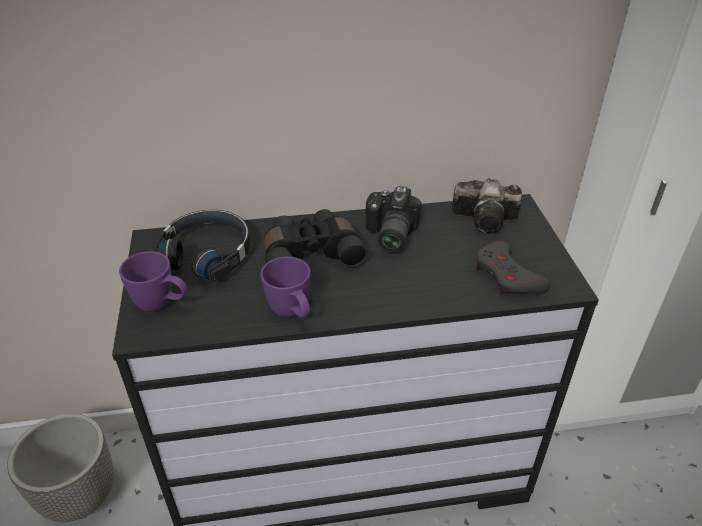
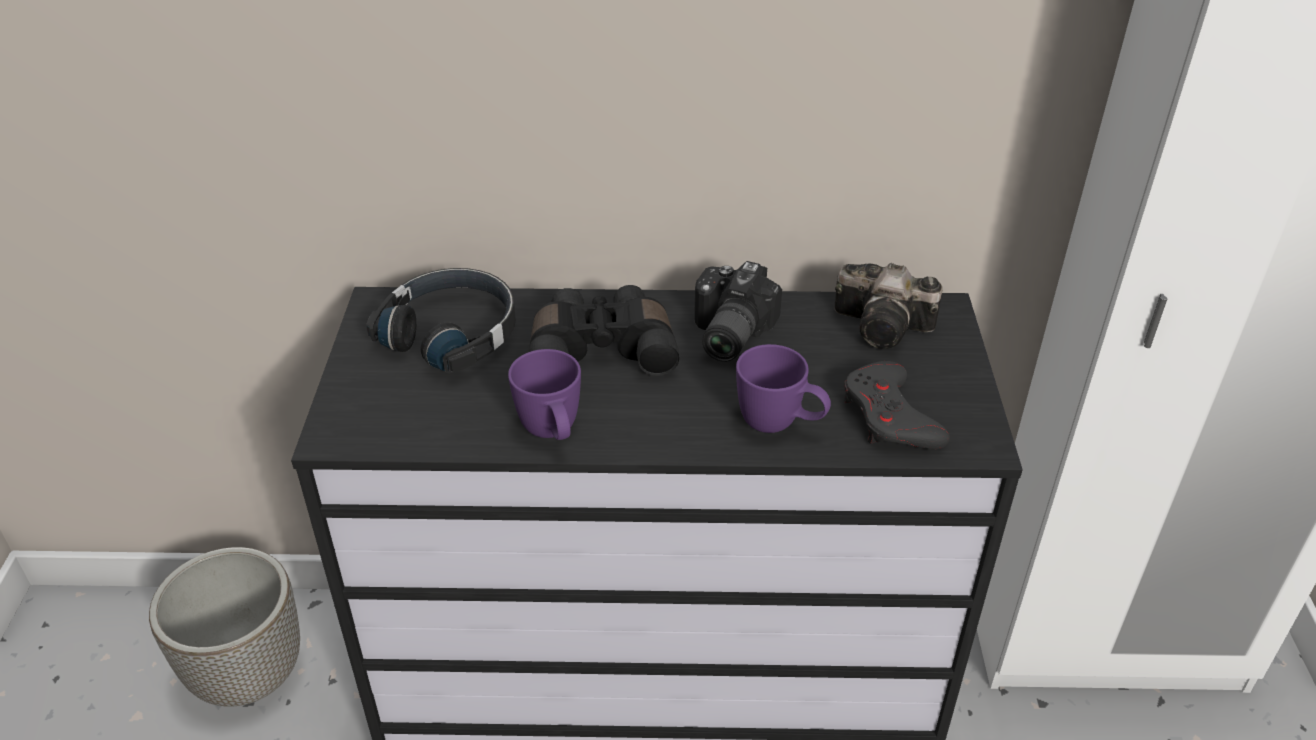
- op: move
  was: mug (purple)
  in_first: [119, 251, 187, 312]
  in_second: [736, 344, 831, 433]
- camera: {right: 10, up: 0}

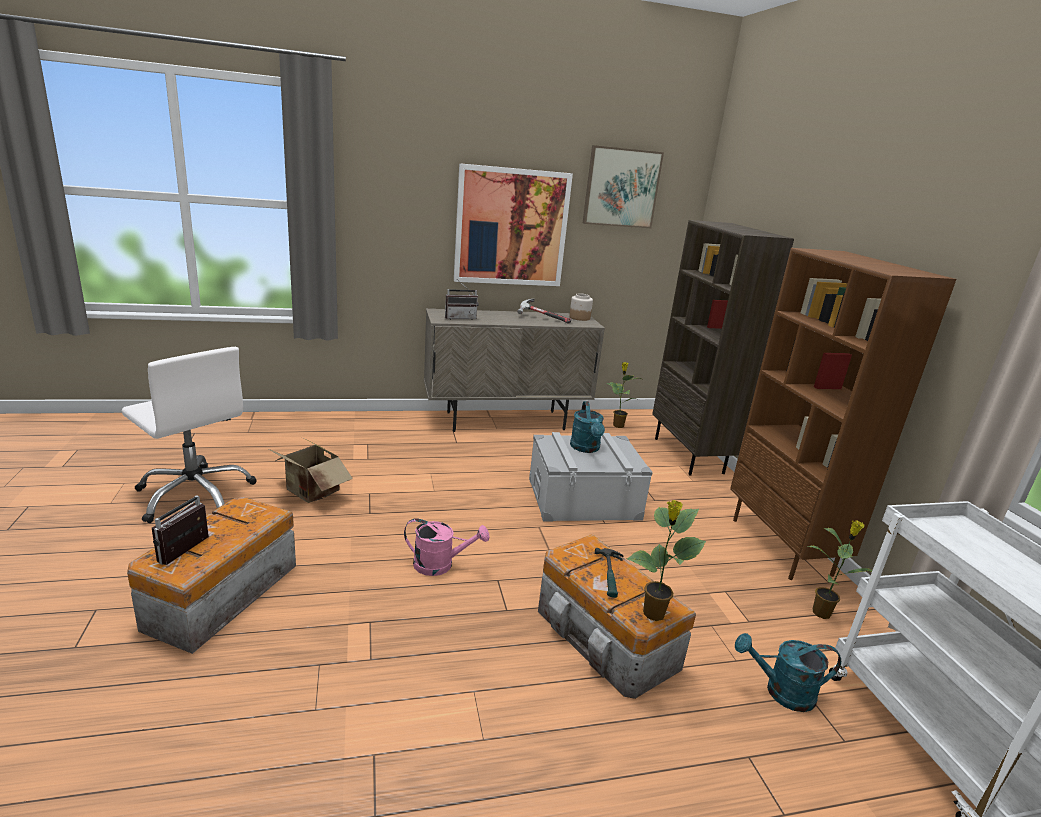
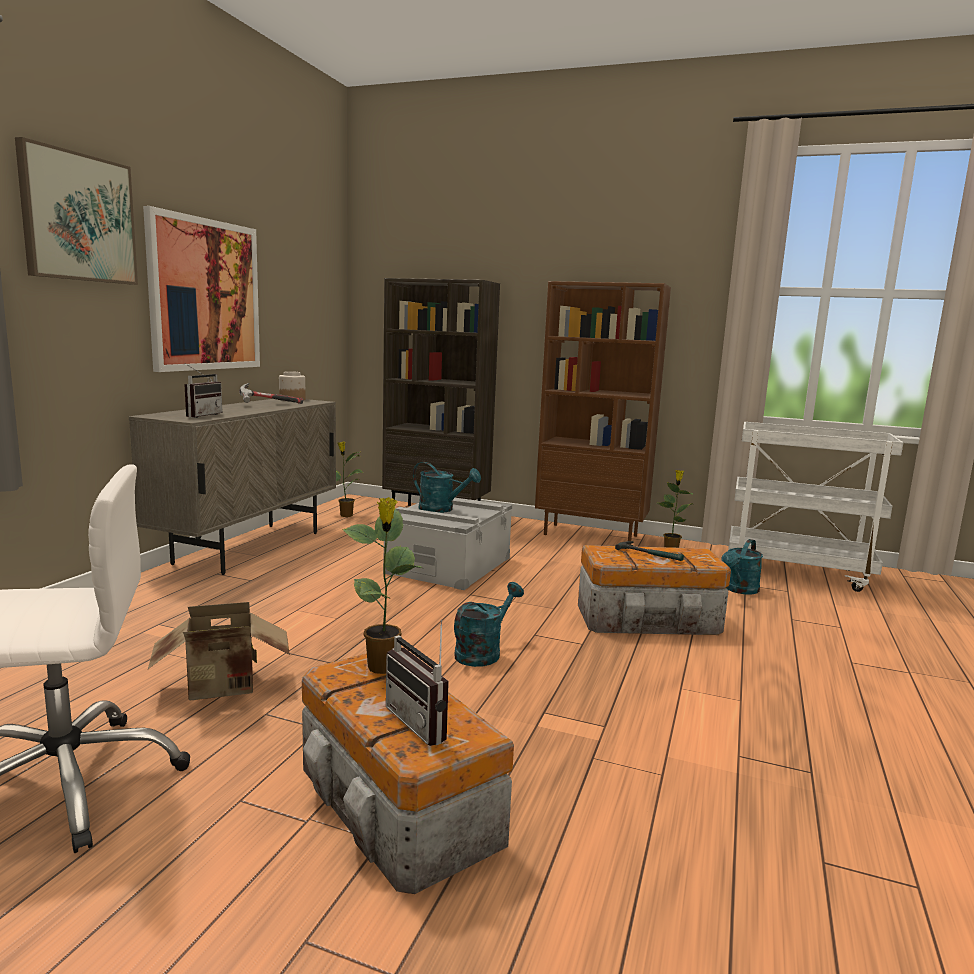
- op: move
  was: picture
  in_first: [583, 145, 664, 228]
  in_second: [15, 137, 138, 285]
- op: move
  was: potted plant
  in_first: [626, 500, 706, 621]
  in_second: [342, 497, 422, 674]
- op: recolor
  was: watering can (pink)
  now: watering can (turquoise)
  in_first: [404, 518, 489, 576]
  in_second: [454, 582, 524, 667]
- camera: {right: -55, up: -10}

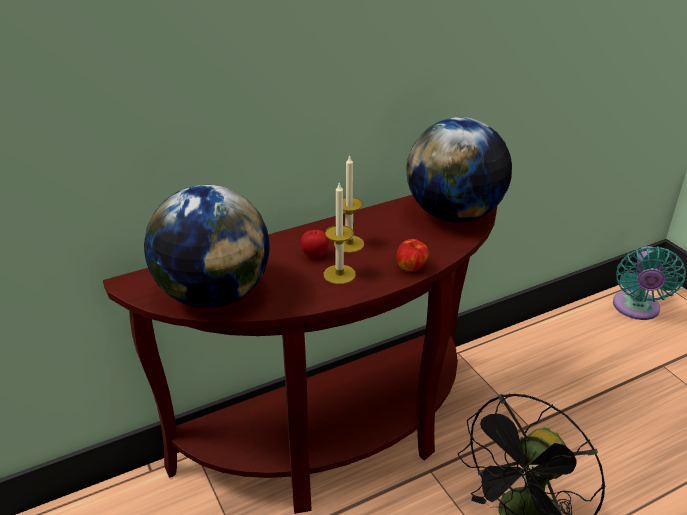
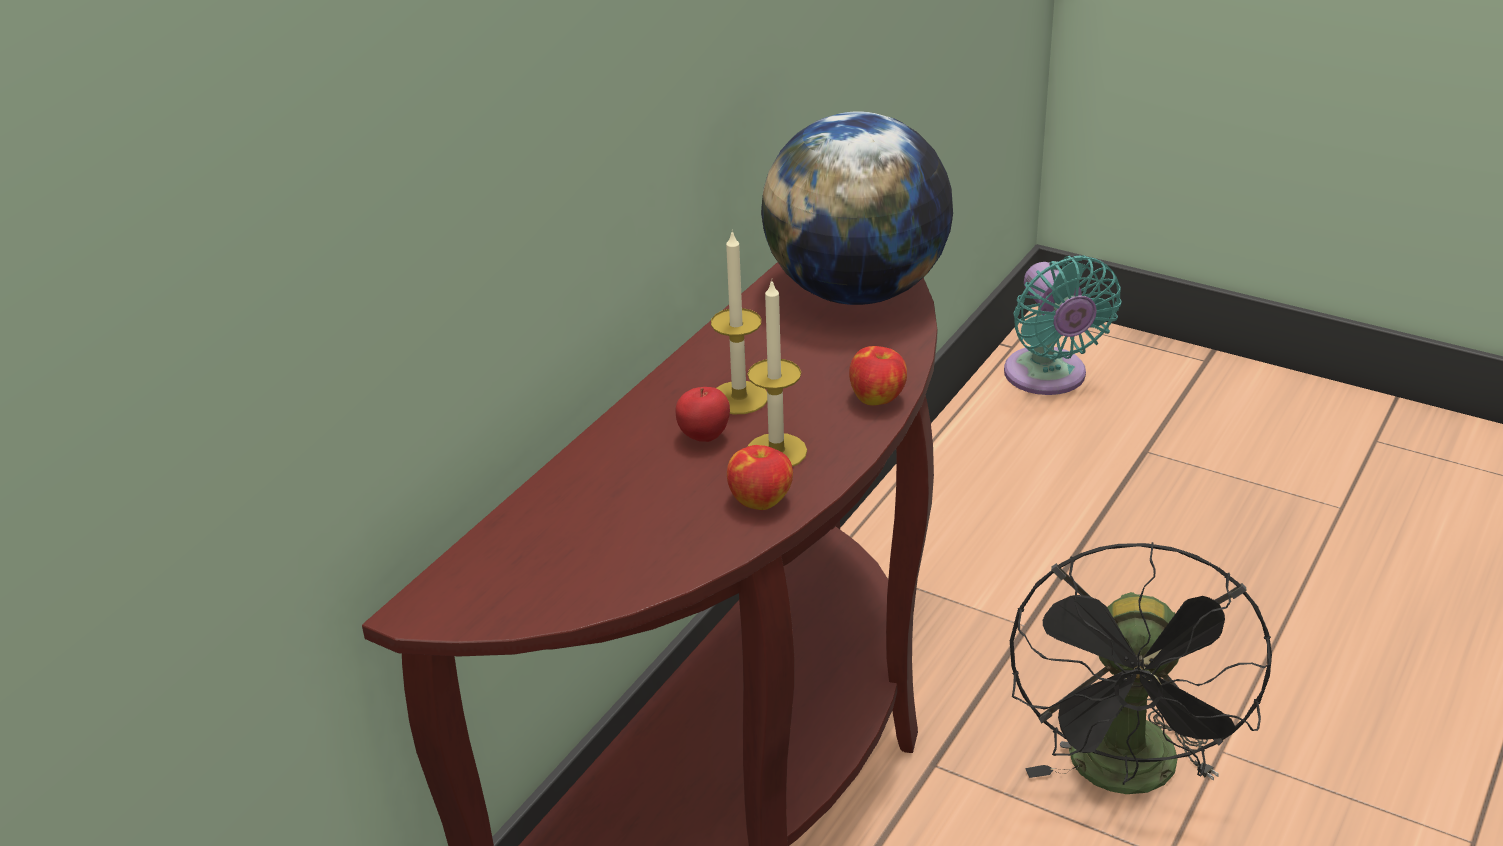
- op: insert
  now: apple
  in_second: [727, 445, 793, 510]
- op: delete
  was: globe
  in_first: [144, 185, 270, 308]
- camera: {right: -30, up: 0}

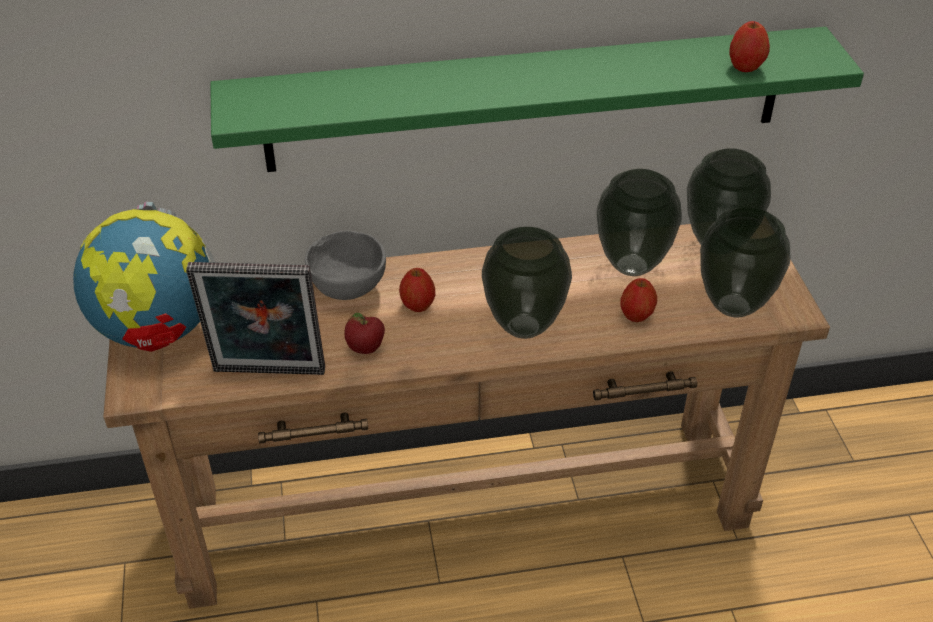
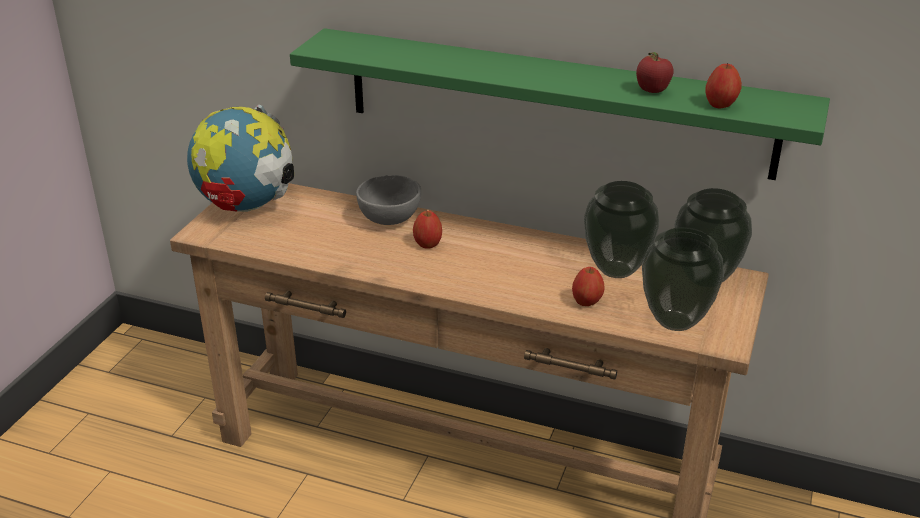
- op: move
  was: apple
  in_first: [345, 313, 385, 354]
  in_second: [636, 52, 674, 93]
- op: delete
  was: picture frame
  in_first: [186, 262, 325, 375]
- op: delete
  was: vase
  in_first: [482, 227, 572, 339]
- camera: {right: 30, up: -10}

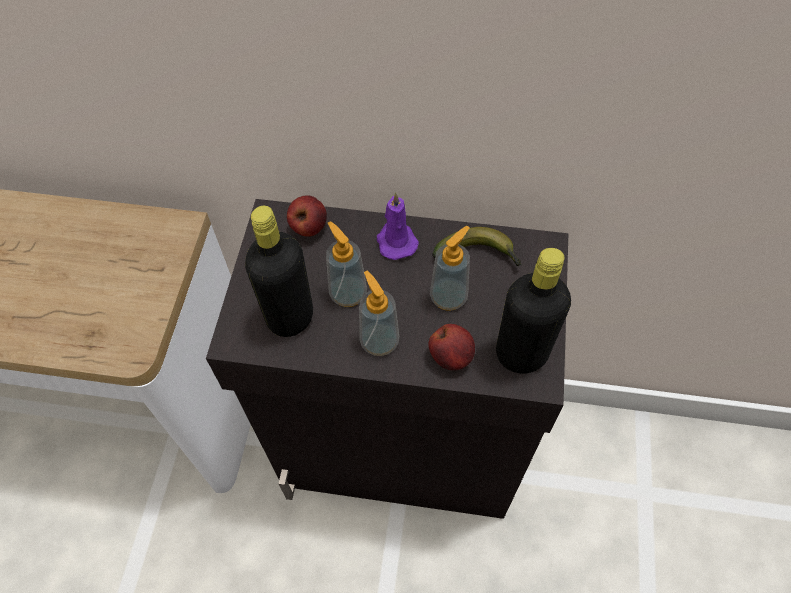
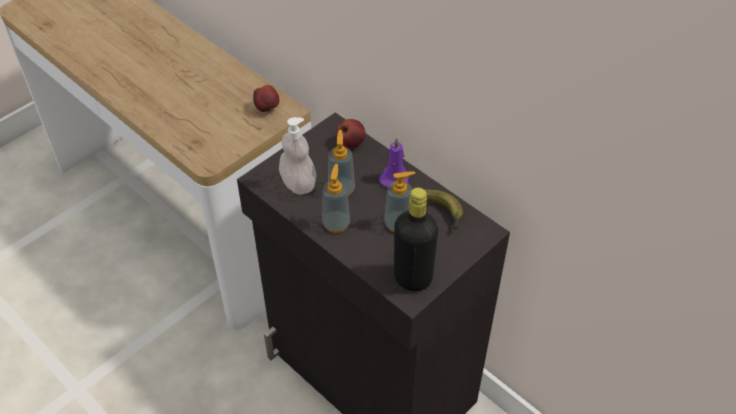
- op: move
  was: apple
  in_first: [429, 324, 475, 371]
  in_second: [253, 85, 279, 112]
- op: replace
  was: bottle (black)
  now: soap dispenser
  in_first: [245, 206, 313, 337]
  in_second: [279, 117, 316, 195]
- camera: {right: 35, up: -10}

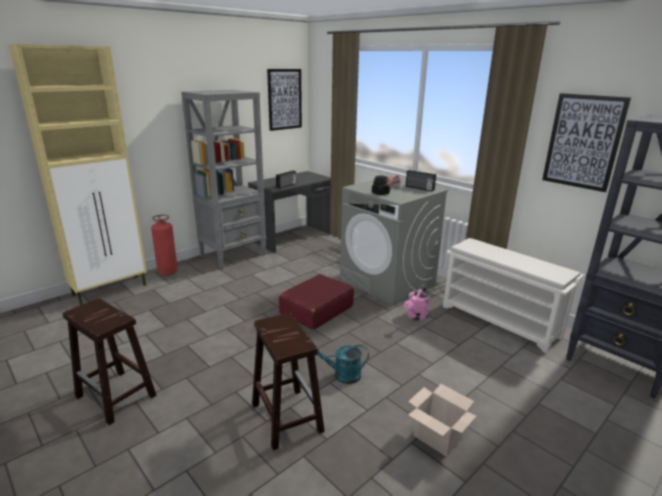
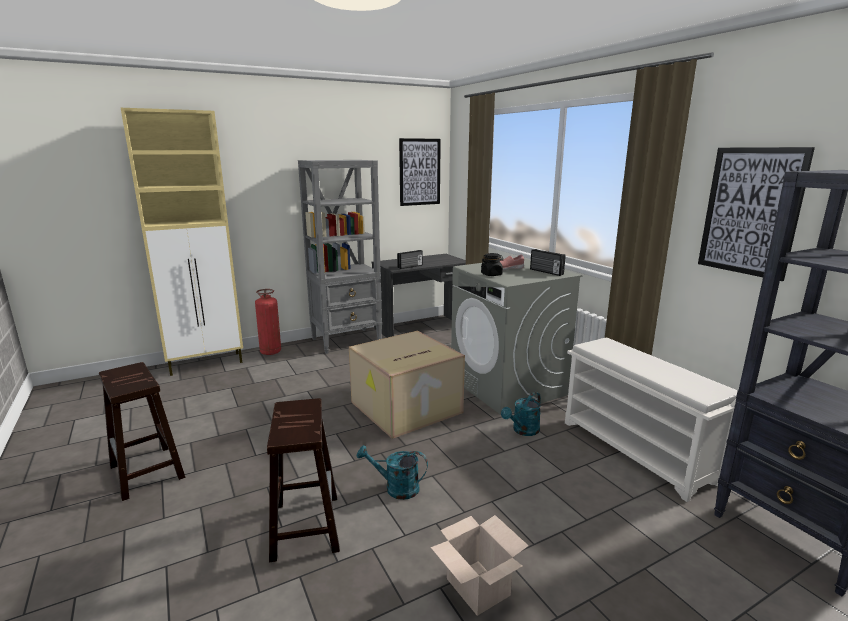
- op: replace
  was: suitcase (red)
  now: cardboard box
  in_first: [279, 274, 354, 330]
  in_second: [349, 331, 465, 439]
- op: recolor
  was: watering can (pink)
  now: watering can (turquoise)
  in_first: [404, 285, 429, 321]
  in_second: [501, 392, 541, 436]
- camera: {right: 15, up: -5}

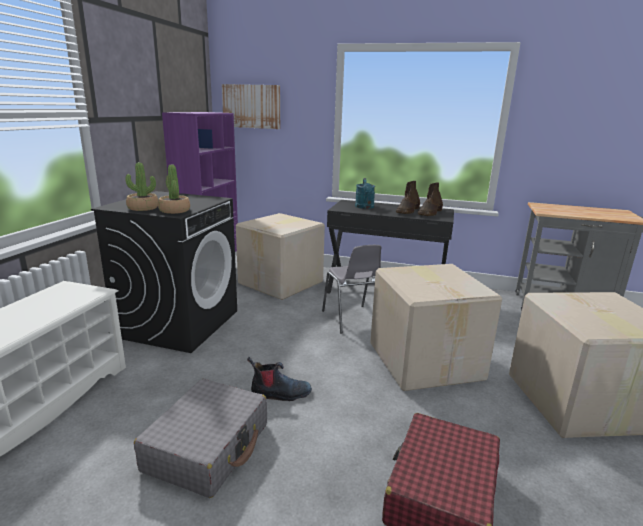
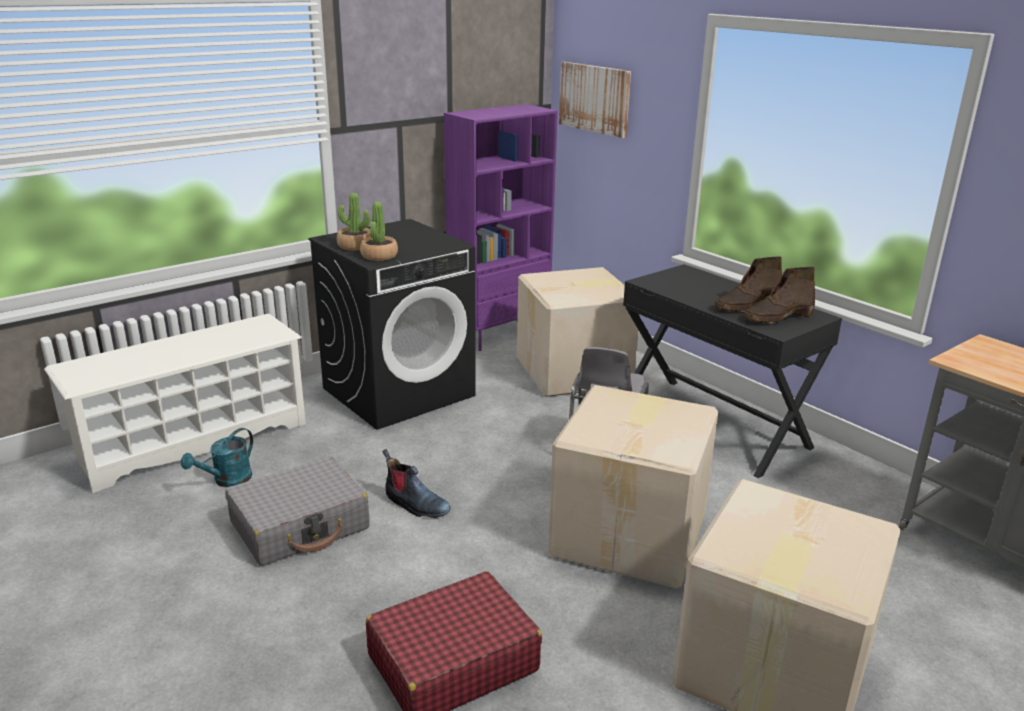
- op: move
  was: watering can (turquoise)
  in_first: [355, 178, 375, 209]
  in_second: [181, 428, 253, 487]
- camera: {right: 35, up: 5}

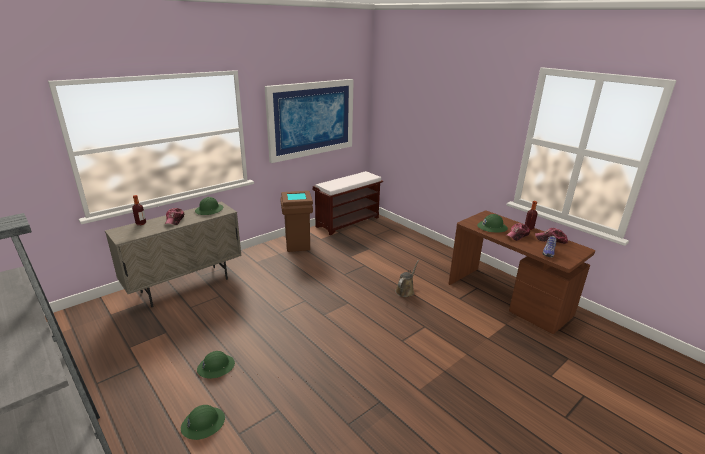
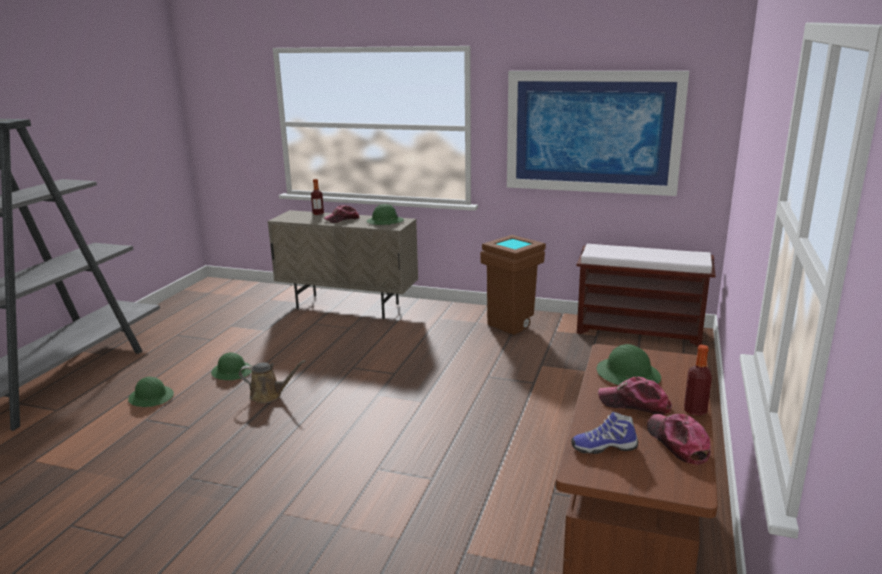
- op: move
  was: watering can (brown)
  in_first: [395, 260, 419, 297]
  in_second: [239, 360, 306, 403]
- camera: {right: 60, up: -5}

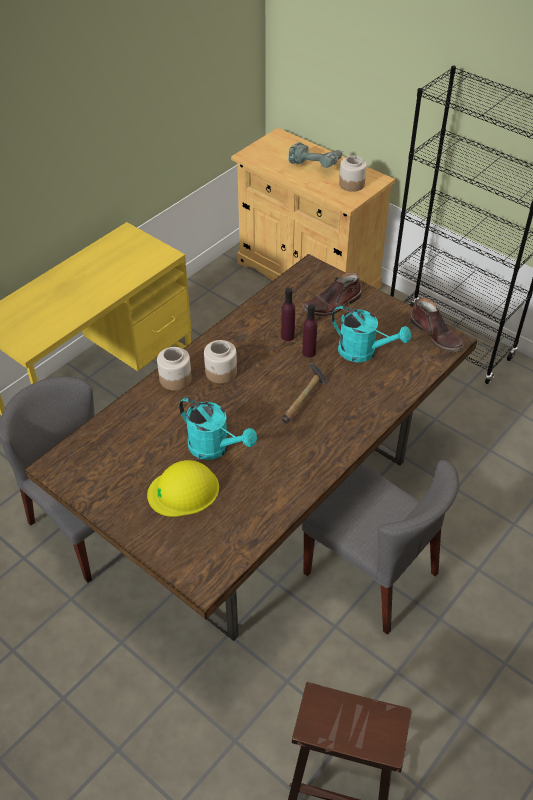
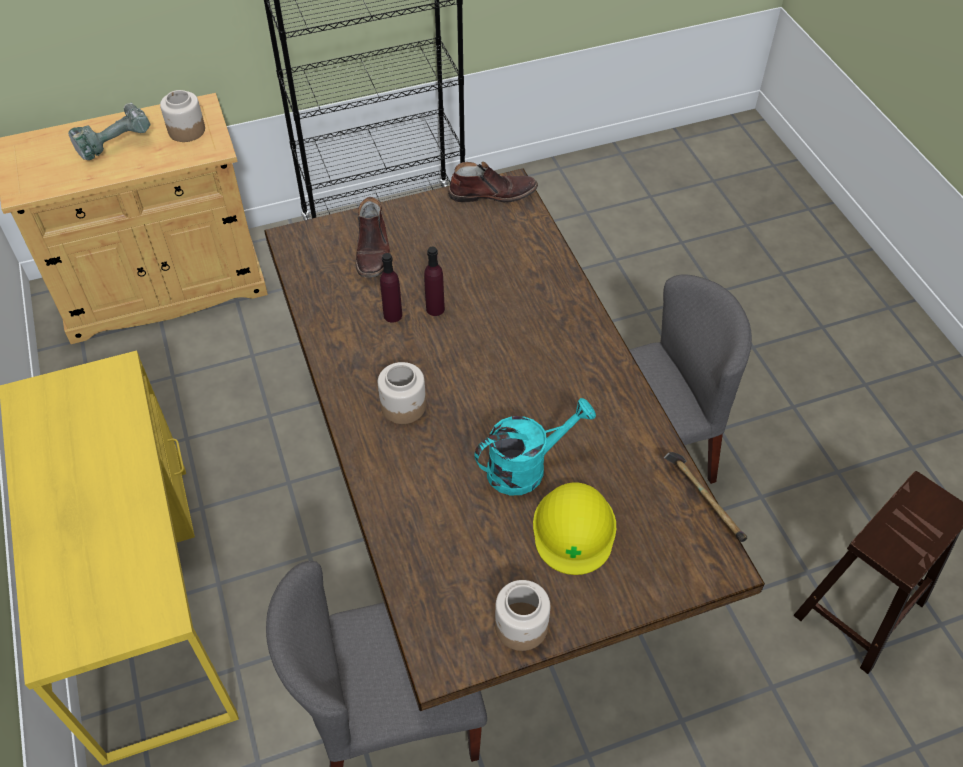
- op: move
  was: jar
  in_first: [157, 347, 192, 391]
  in_second: [495, 580, 550, 651]
- op: move
  was: hammer
  in_first: [282, 363, 327, 424]
  in_second: [664, 452, 747, 542]
- op: delete
  was: watering can (turquoise)
  in_first: [332, 305, 411, 362]
- camera: {right: -60, up: 5}

